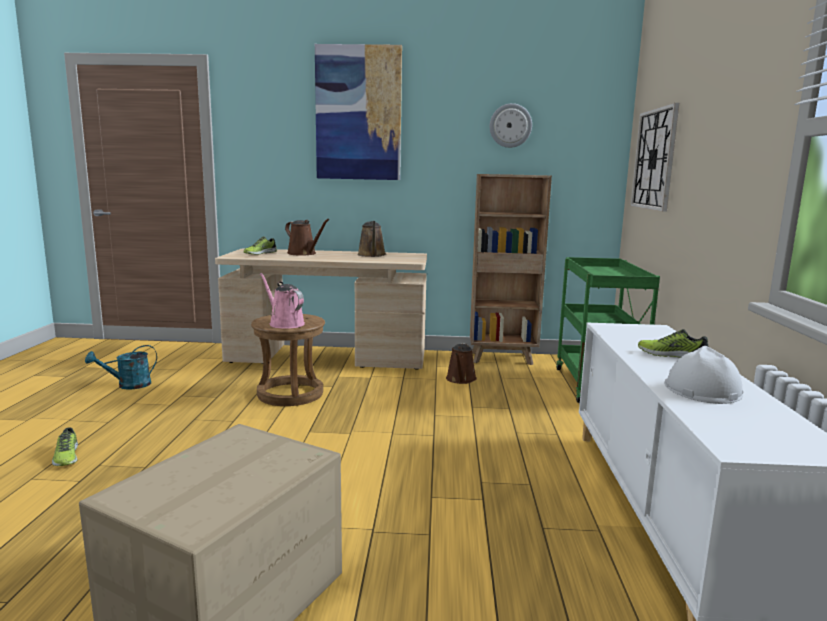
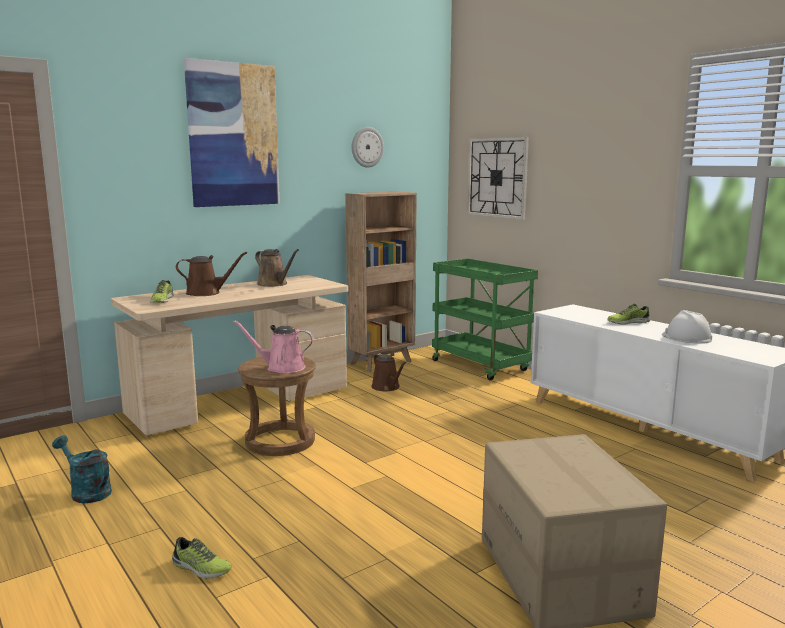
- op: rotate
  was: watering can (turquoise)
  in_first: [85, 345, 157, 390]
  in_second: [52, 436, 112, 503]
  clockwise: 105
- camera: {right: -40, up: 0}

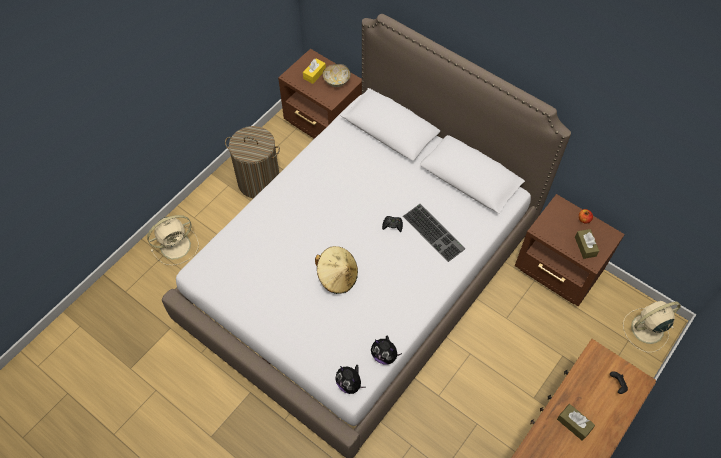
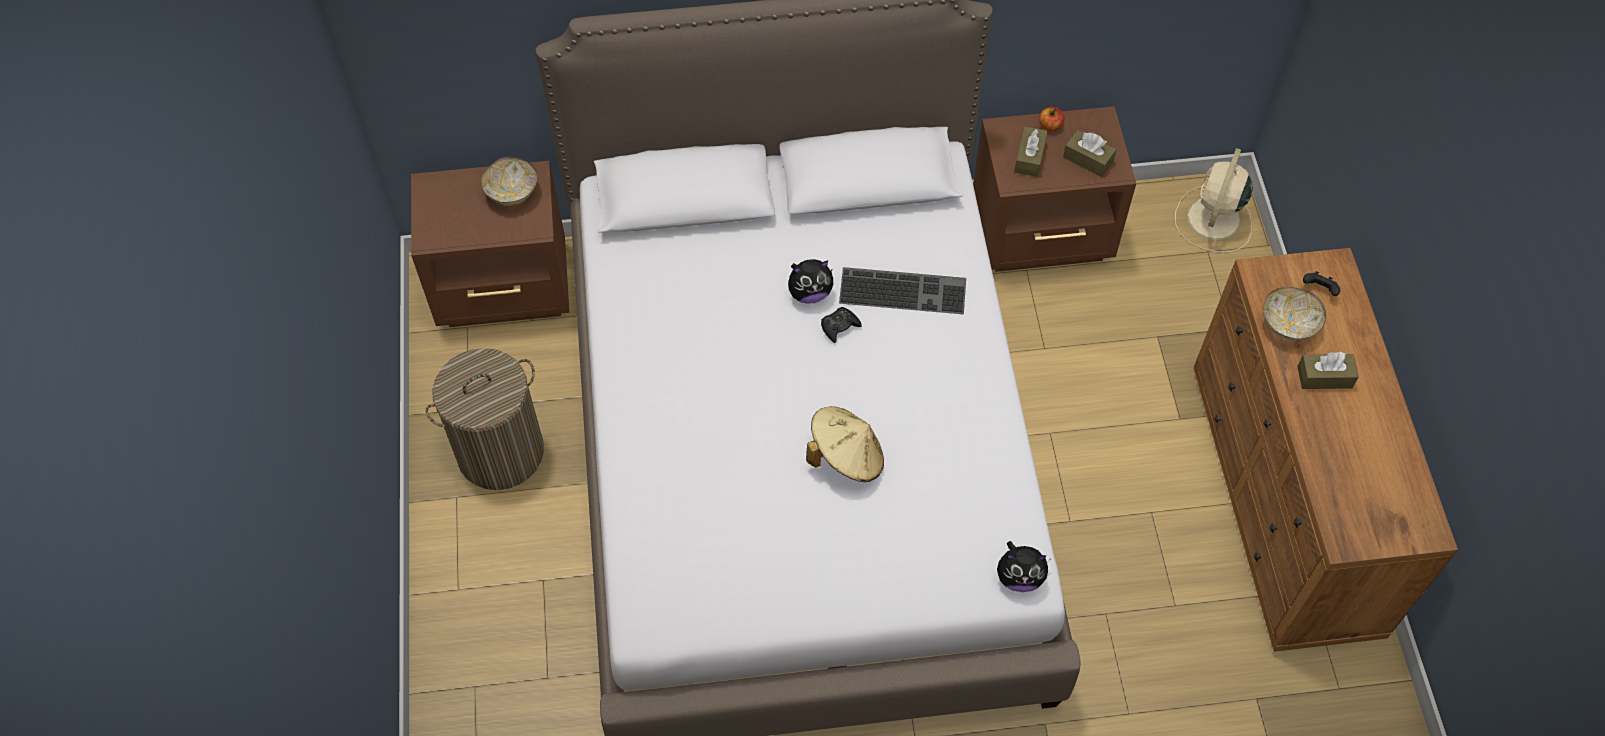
- op: move
  was: plush toy
  in_first: [371, 335, 402, 365]
  in_second: [788, 259, 833, 304]
- op: insert
  now: tissue box (brown)
  in_second: [1014, 126, 1048, 177]
- op: insert
  now: bowl
  in_second: [1263, 287, 1326, 340]
- op: delete
  was: fan (beige)
  in_first: [147, 215, 199, 265]
- op: delete
  was: tissue box (yellow)
  in_first: [303, 59, 326, 84]
- camera: {right: -45, up: 0}

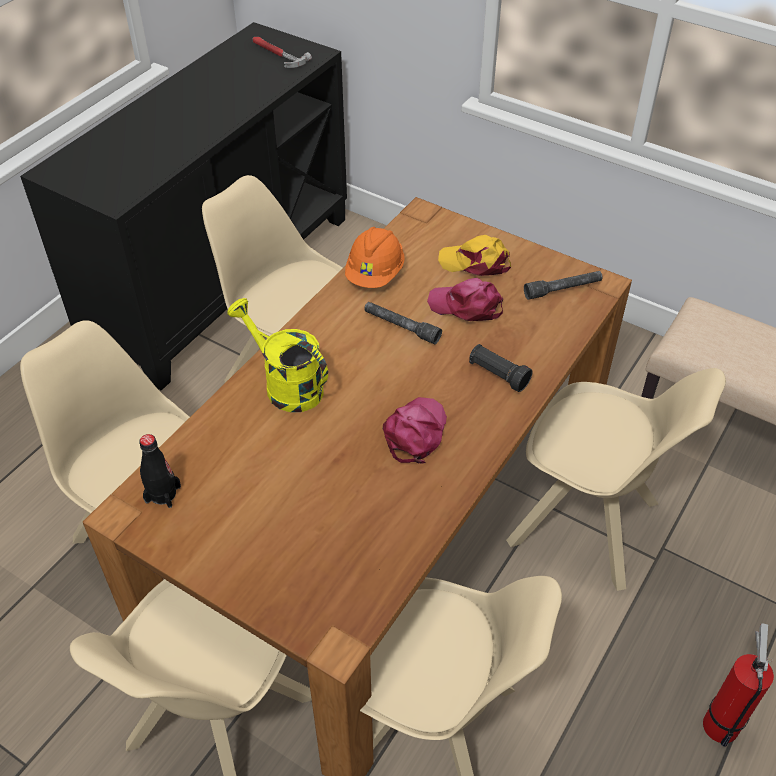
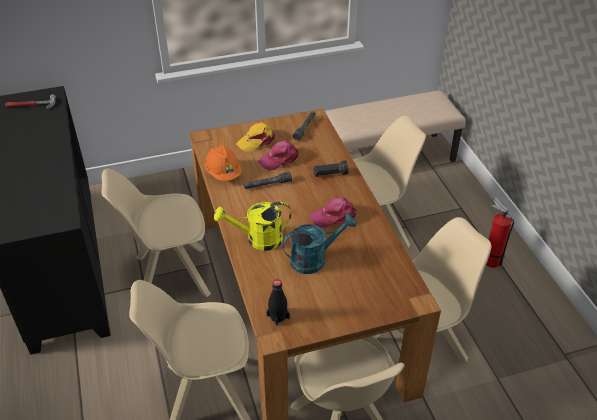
- op: insert
  now: watering can (turquoise)
  in_second: [282, 214, 356, 274]
- op: rotate
  was: cap (pink)
  in_first: [383, 397, 447, 463]
  in_second: [310, 197, 356, 228]
  clockwise: -75
- camera: {right: -50, up: -5}

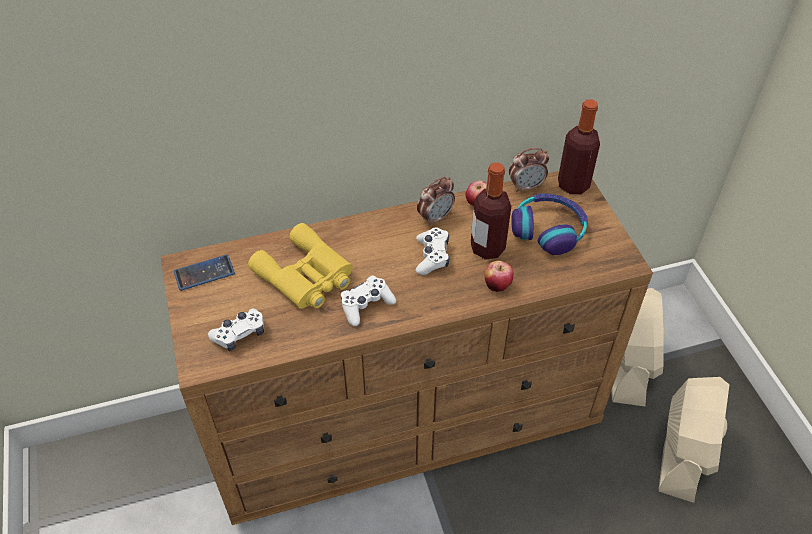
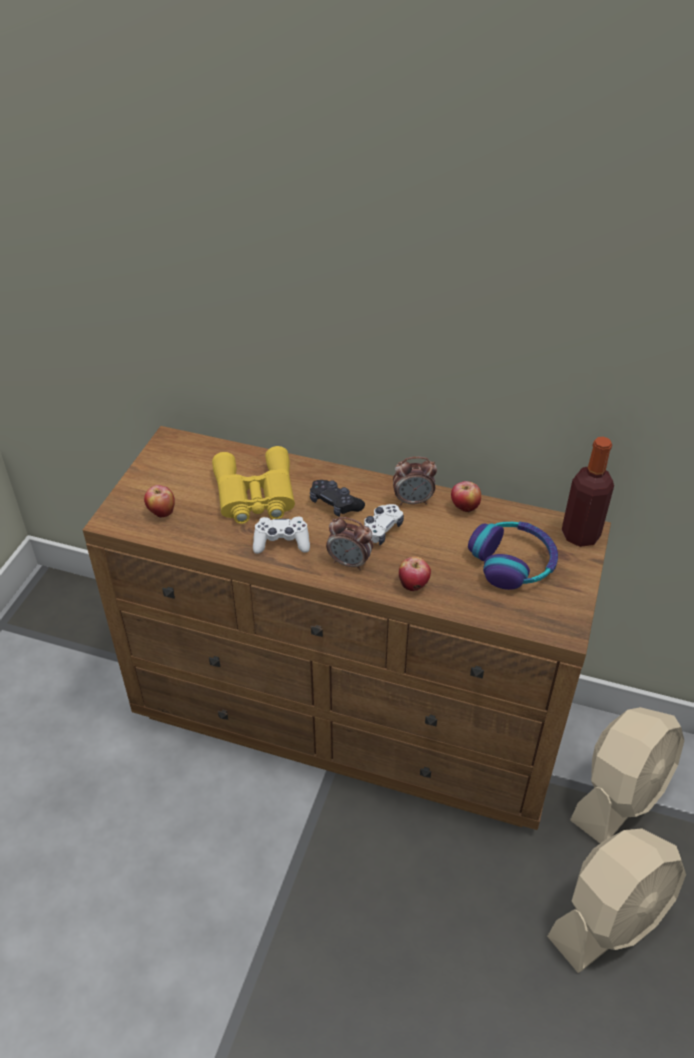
- op: replace
  was: game controller (white)
  now: apple
  in_first: [208, 309, 264, 351]
  in_second: [144, 485, 175, 518]
- op: insert
  now: game controller (black)
  in_second: [310, 480, 365, 516]
- op: move
  was: alarm clock
  in_first: [509, 148, 549, 192]
  in_second: [326, 517, 373, 571]
- op: delete
  was: phone
  in_first: [174, 254, 235, 291]
- op: delete
  was: bottle
  in_first: [471, 162, 511, 260]
- camera: {right: 35, up: -5}

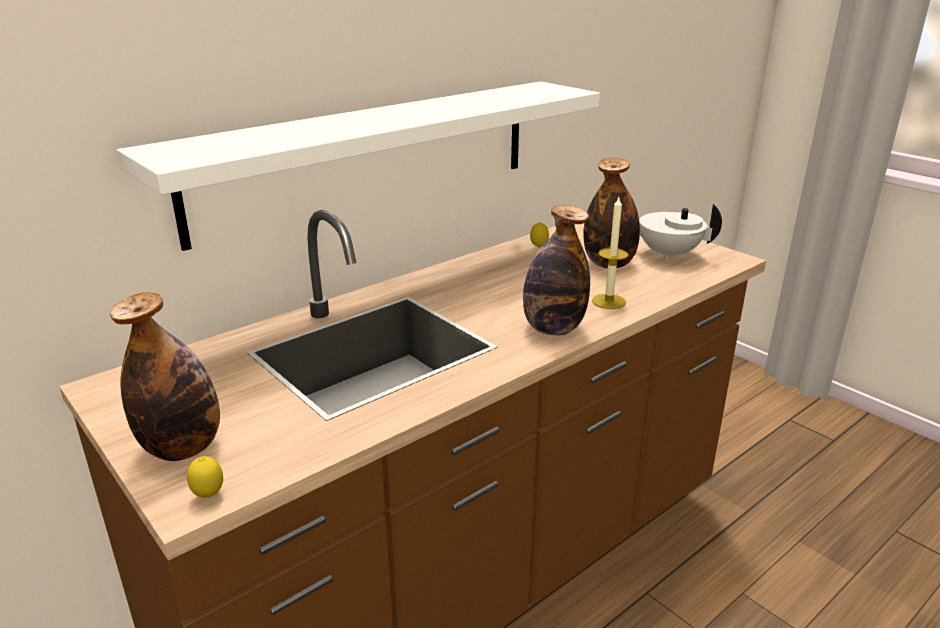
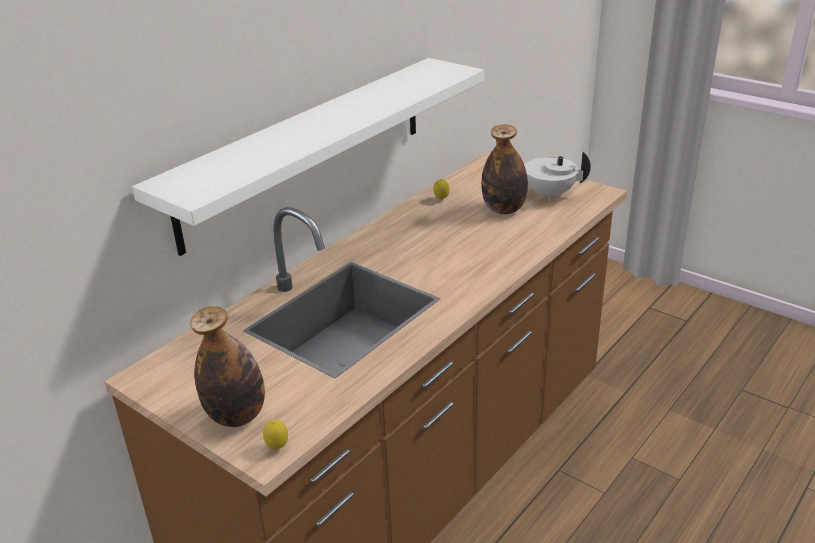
- op: delete
  was: bottle
  in_first: [523, 205, 590, 335]
- op: delete
  was: candle
  in_first: [592, 197, 628, 309]
- camera: {right: -10, up: 5}

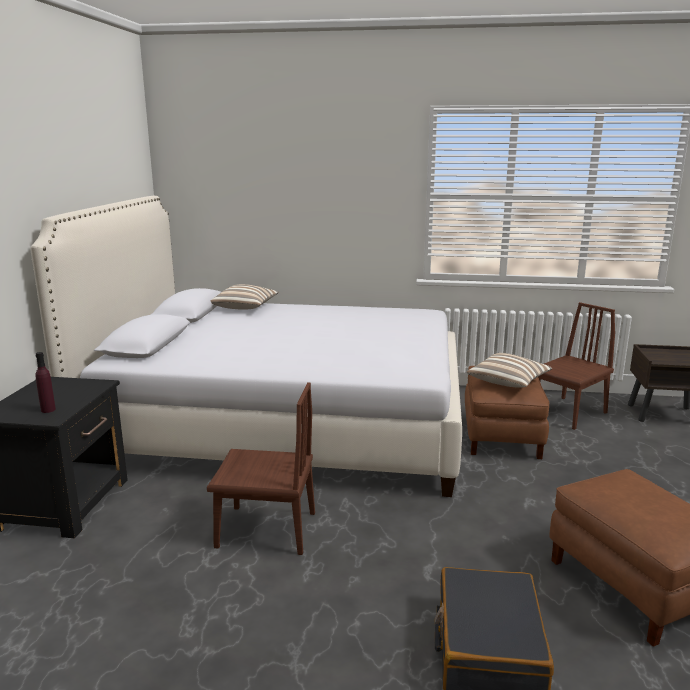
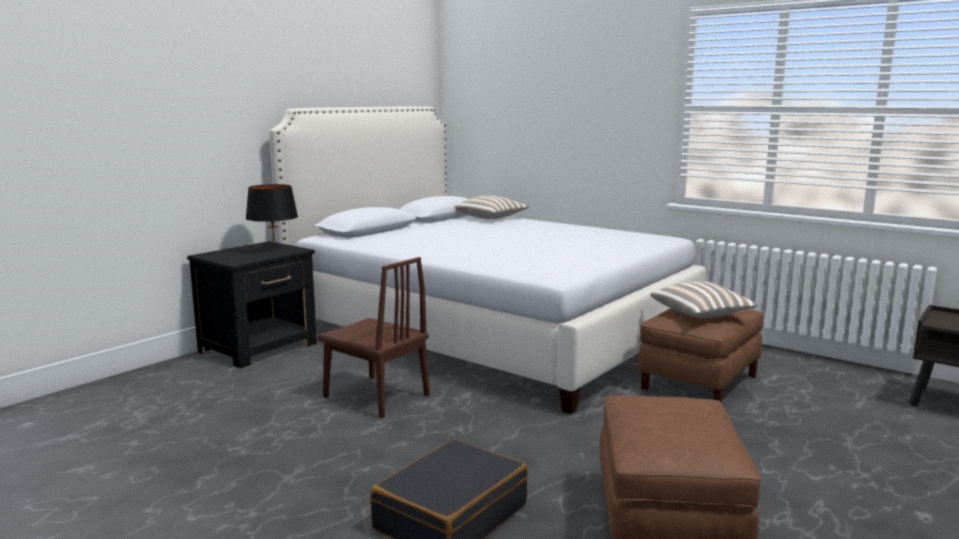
- op: insert
  now: table lamp (black)
  in_second: [246, 184, 298, 250]
- op: delete
  was: bottle (purple)
  in_first: [35, 352, 56, 413]
- op: delete
  was: chair (brown)
  in_first: [538, 302, 615, 430]
- camera: {right: 30, up: -5}

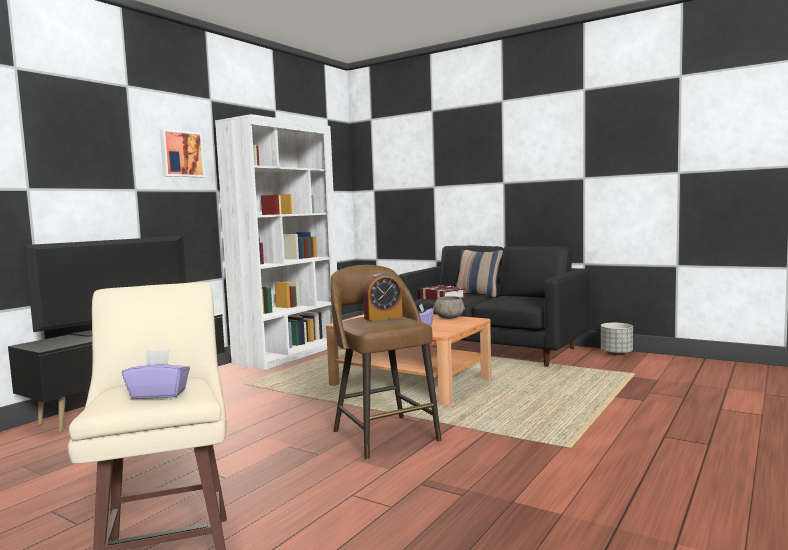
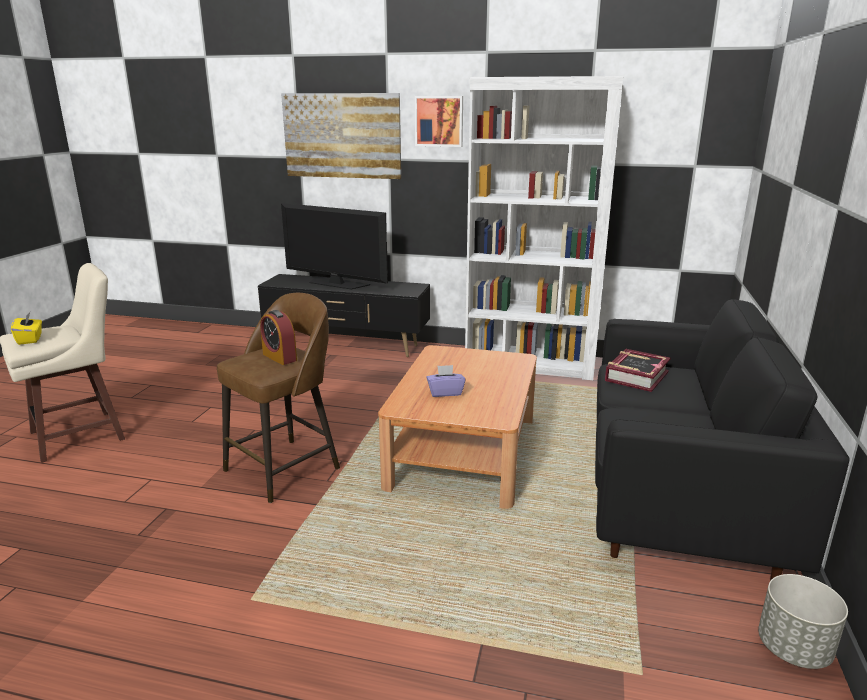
- op: recolor
  was: tissue box (purple)
  now: tissue box (yellow)
  in_first: [122, 350, 190, 399]
  in_second: [11, 312, 42, 345]
- op: insert
  now: picture
  in_second: [281, 93, 401, 179]
- op: delete
  was: bowl (grey)
  in_first: [433, 296, 465, 319]
- op: delete
  was: pillow
  in_first: [456, 250, 503, 297]
- camera: {right: 70, up: 15}

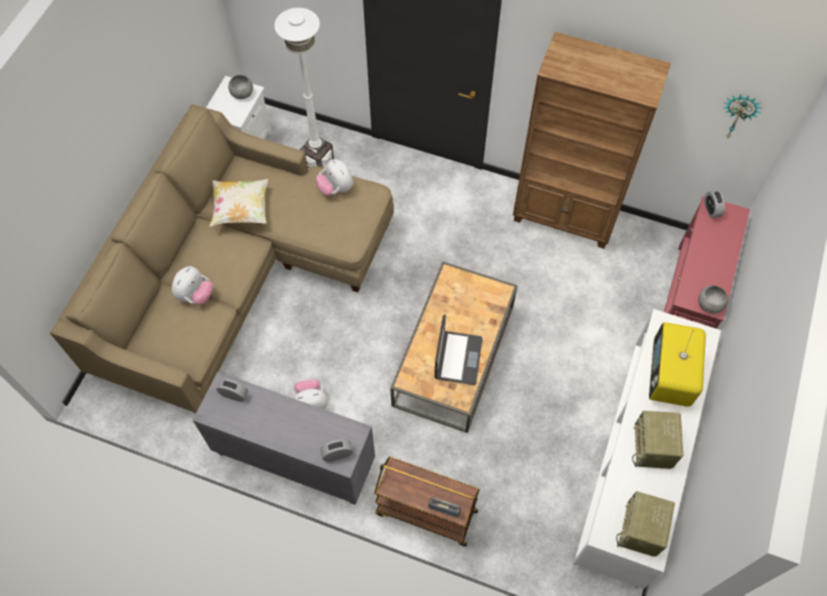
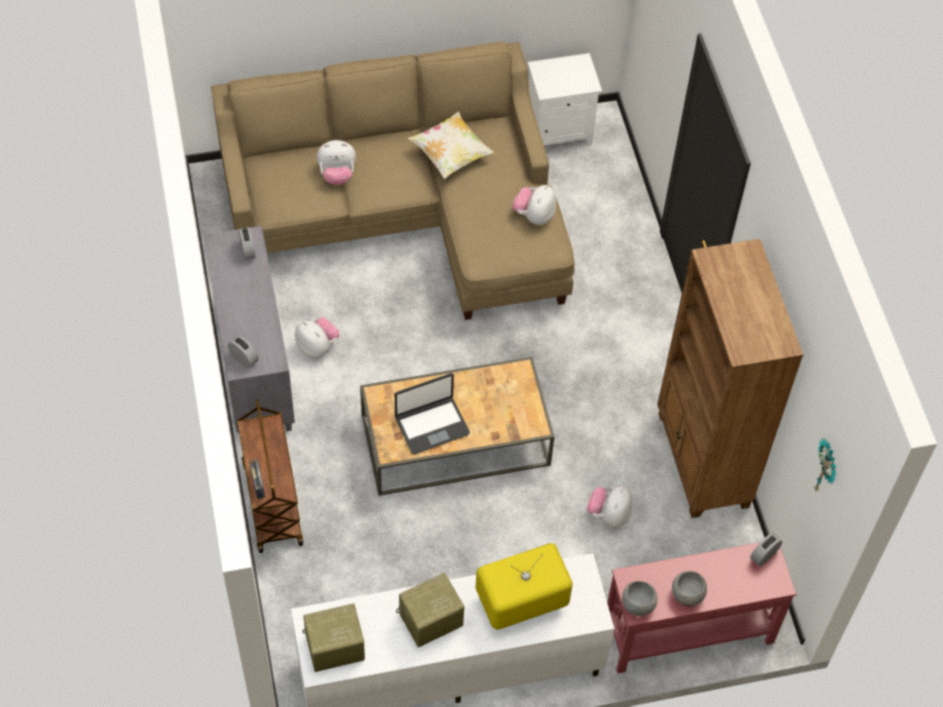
- op: insert
  now: plush toy
  in_second: [587, 486, 632, 528]
- op: move
  was: bowl (grey)
  in_first: [228, 75, 253, 99]
  in_second: [672, 571, 707, 606]
- op: delete
  was: floor lamp (white)
  in_first: [274, 8, 334, 168]
- camera: {right: 55, up: -5}

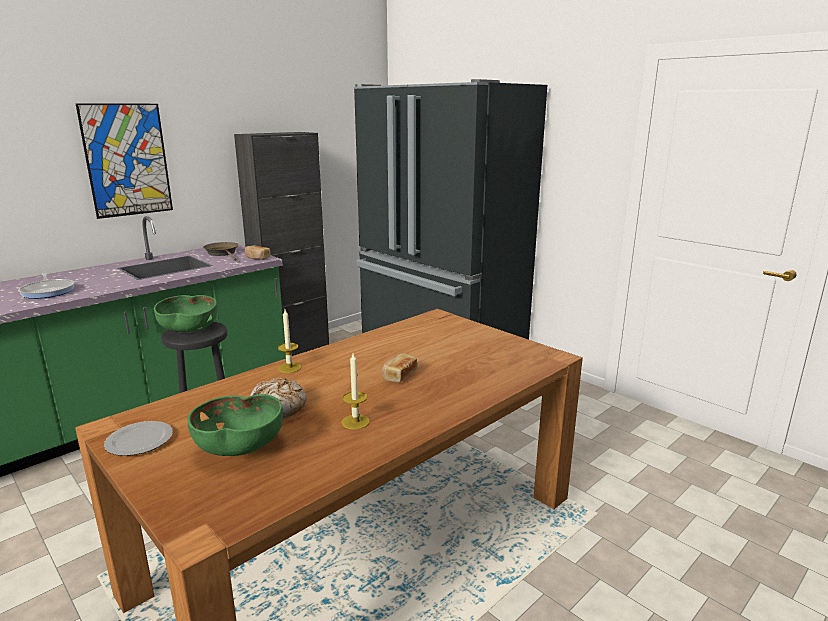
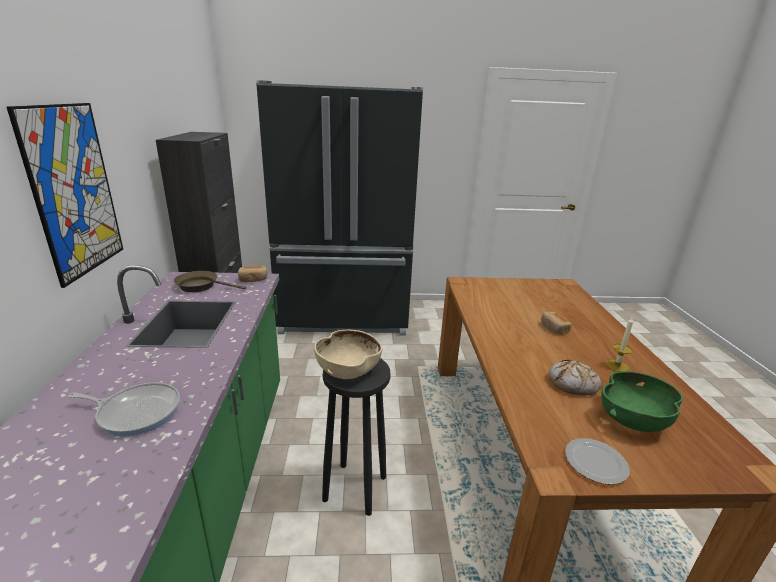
- op: recolor
  was: bowl (green)
  now: bowl (beige)
  in_first: [154, 295, 218, 332]
  in_second: [314, 330, 382, 379]
- op: delete
  was: candle
  in_first: [278, 309, 302, 373]
- camera: {right: -50, up: 5}

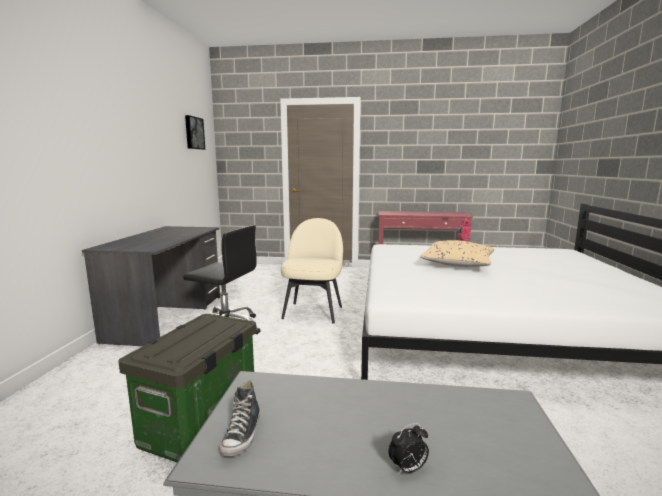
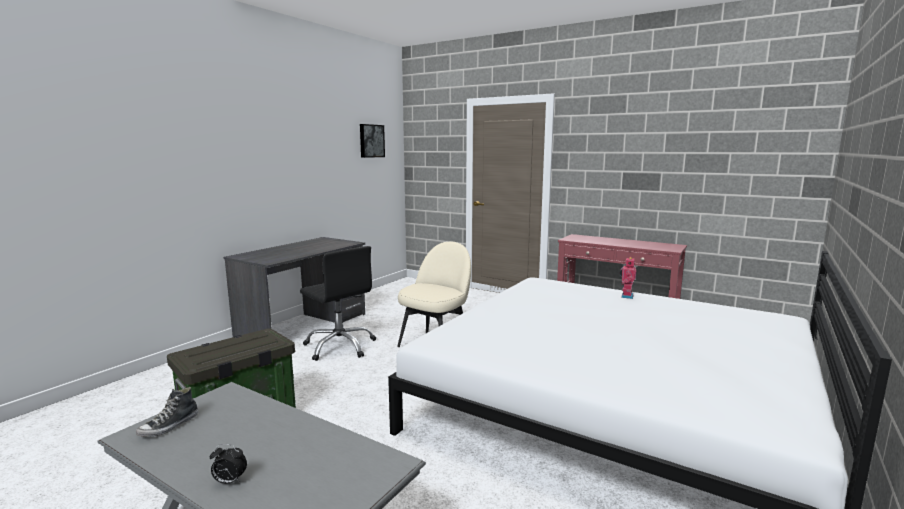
- op: delete
  was: pillow (beige)
  in_first: [420, 240, 494, 267]
- camera: {right: 25, up: 0}

